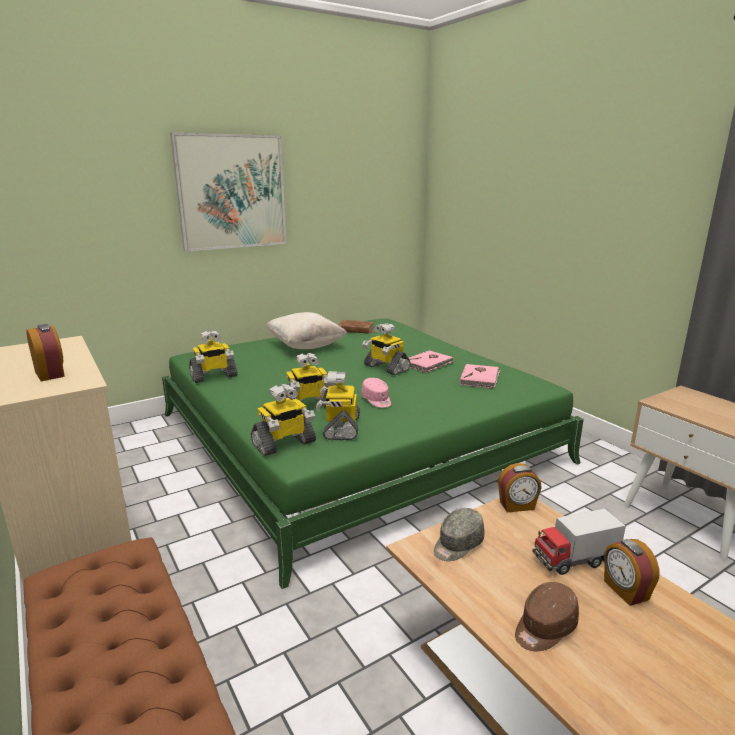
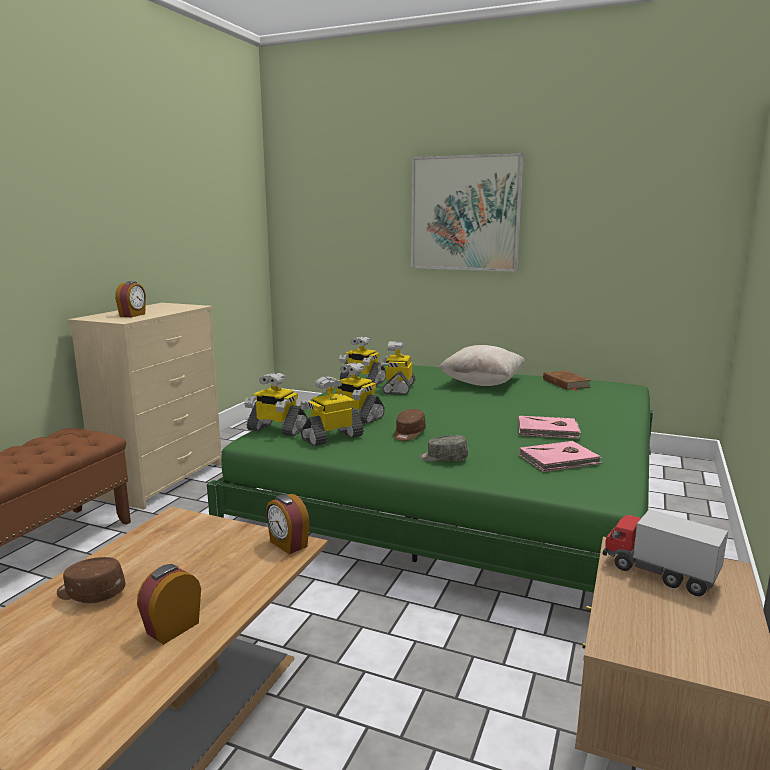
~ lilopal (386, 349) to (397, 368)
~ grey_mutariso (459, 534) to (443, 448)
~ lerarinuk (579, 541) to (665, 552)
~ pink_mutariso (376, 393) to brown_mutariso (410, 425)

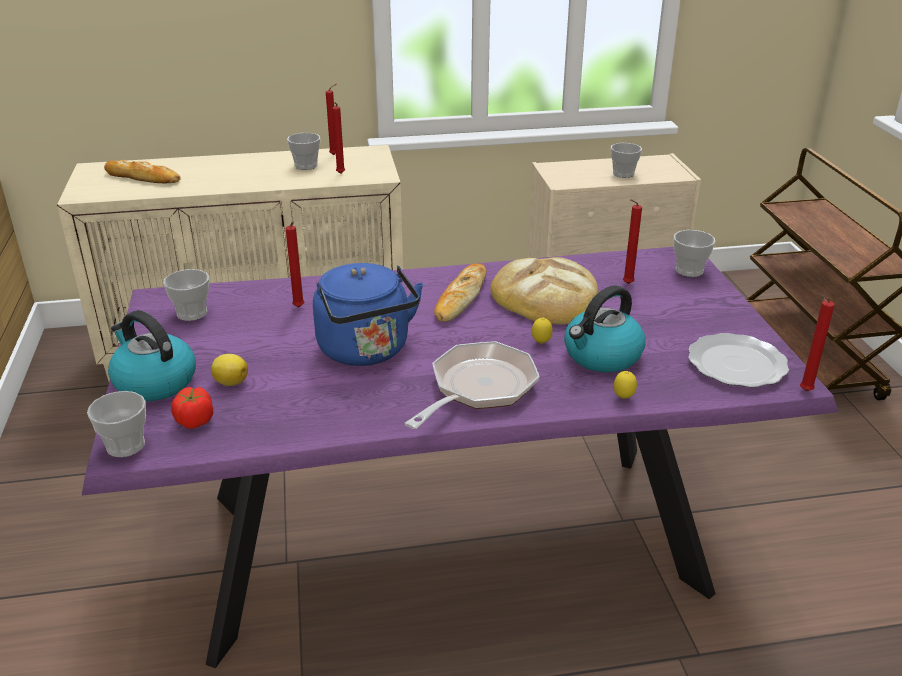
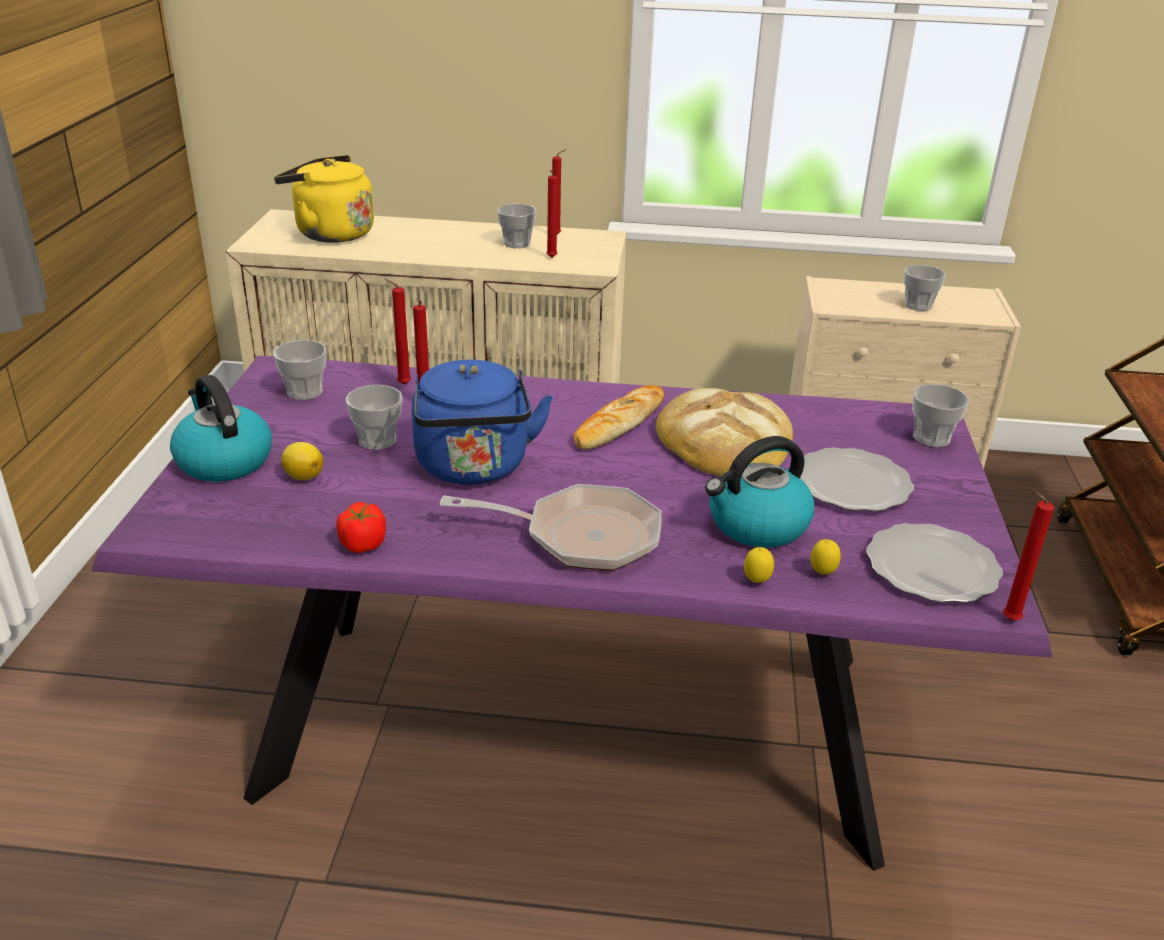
+ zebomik (857, 479)
~ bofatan (116, 424) to (374, 417)
~ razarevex (192, 408) to (361, 527)
~ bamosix (542, 331) to (825, 557)
~ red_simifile (632, 241) to (398, 332)
~ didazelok (142, 171) to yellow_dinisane (324, 199)
~ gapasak (472, 385) = (551, 527) 45 degrees clockwise

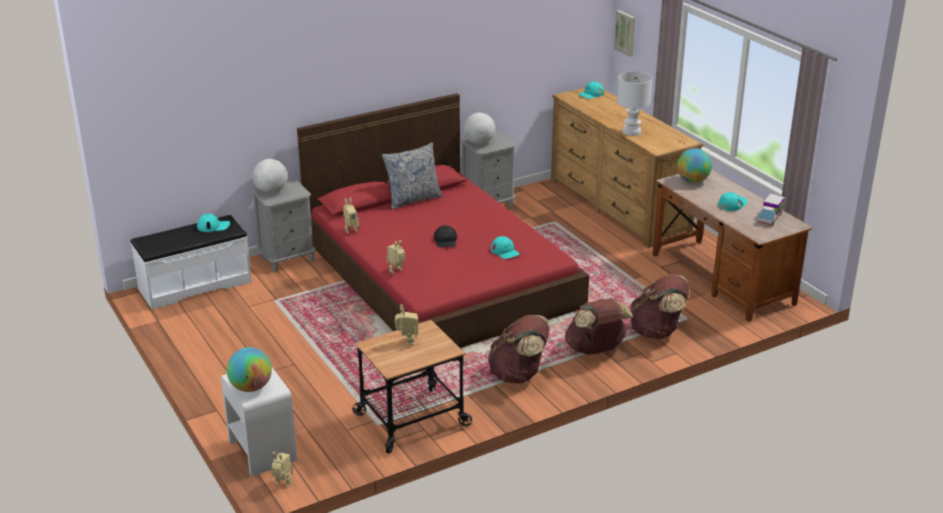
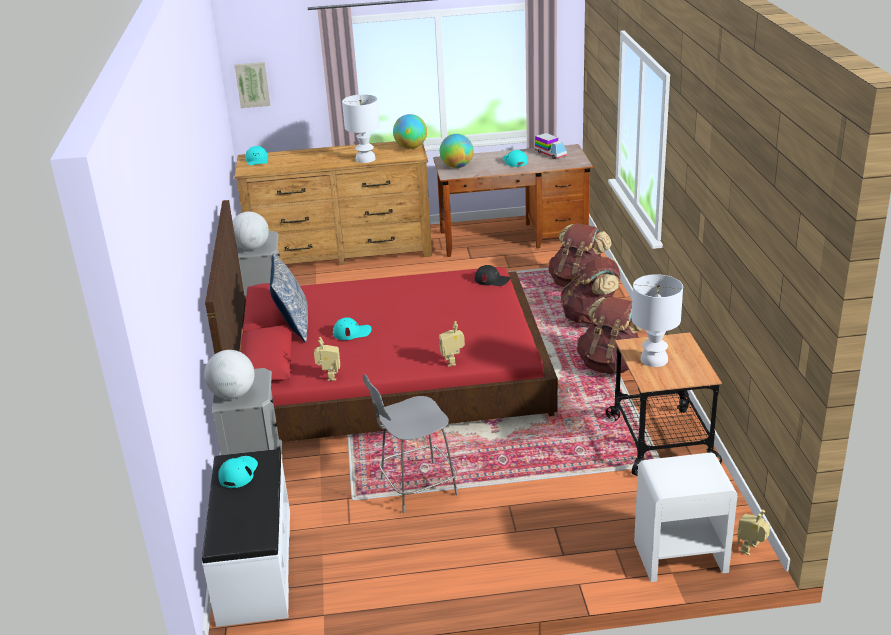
+ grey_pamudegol (410, 443)
~ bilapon (249, 369) to (410, 131)
~ black_mutariso (445, 236) to (492, 275)
~ turquoise_mutariso (505, 247) to (352, 329)
~ lilopal (406, 325) to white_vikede (657, 320)

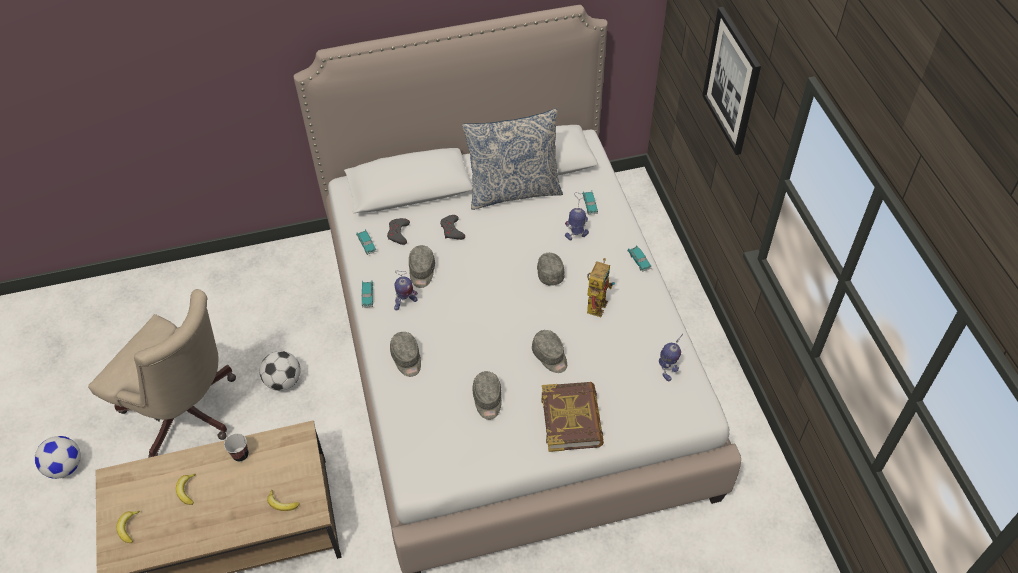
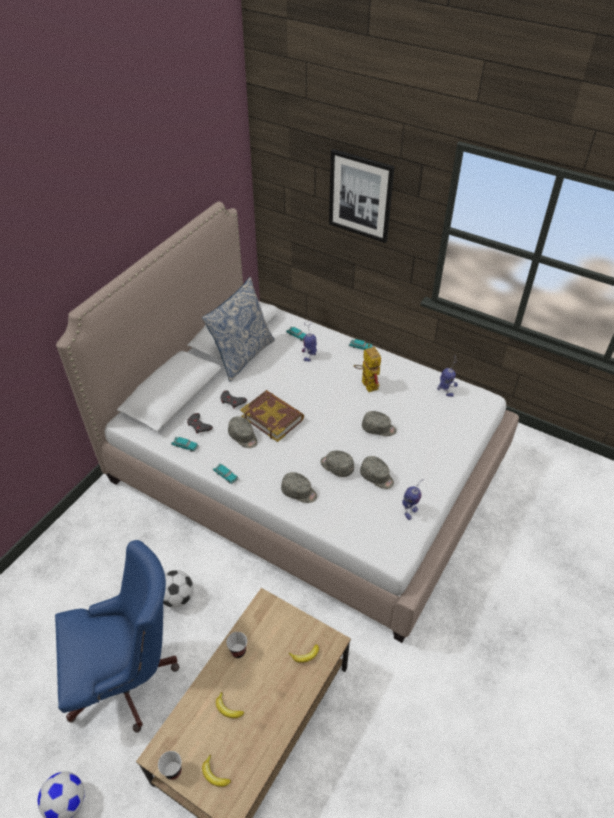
+ bofatan (170, 765)
~ lilopal (406, 290) to (412, 499)
~ grey_mutariso (551, 269) to (337, 464)
~ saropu (572, 417) to (272, 416)
~ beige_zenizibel (162, 373) to blue_zenizibel (117, 636)

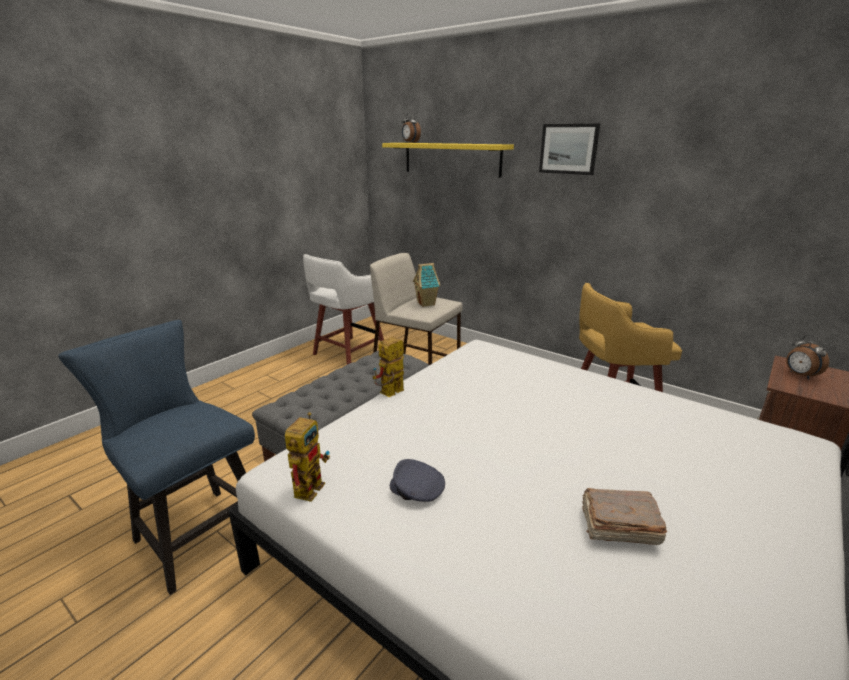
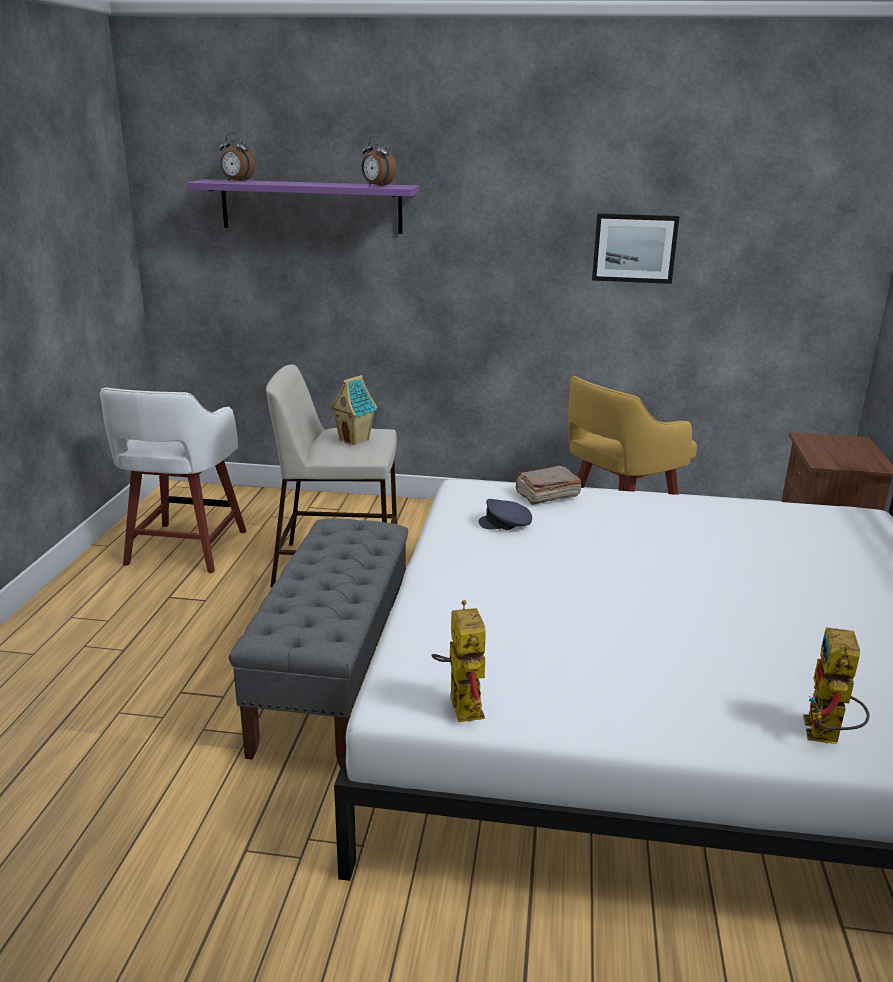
- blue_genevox (156, 457)
~ lilopal (388, 367) to (836, 685)
~ grey_mutariso (417, 480) to (505, 514)
~ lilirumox (569, 149) to (635, 248)
~ brown_saropu (624, 516) to (548, 485)
~ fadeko (807, 356) to (378, 161)
~ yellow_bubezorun (448, 160) to purple_bubezorun (303, 206)

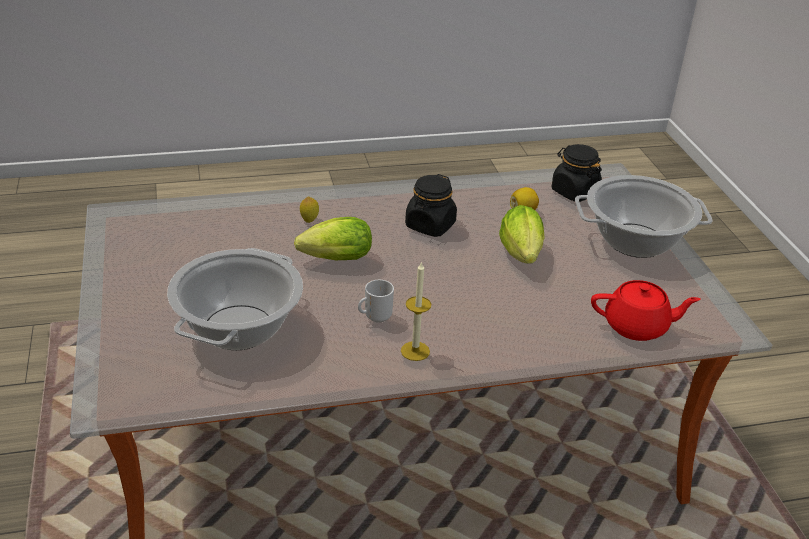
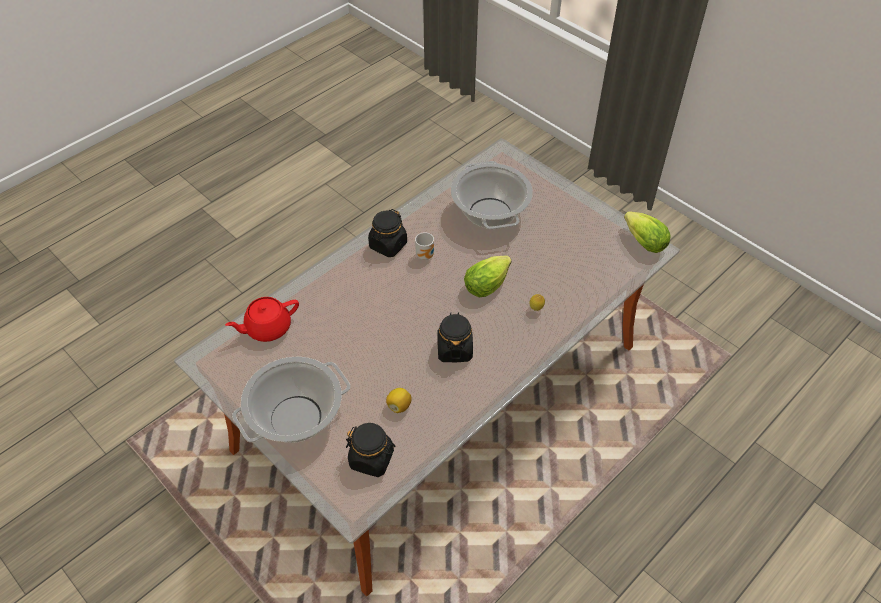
~ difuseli (521, 234) to (647, 232)
~ simifile (416, 311) to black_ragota (387, 233)

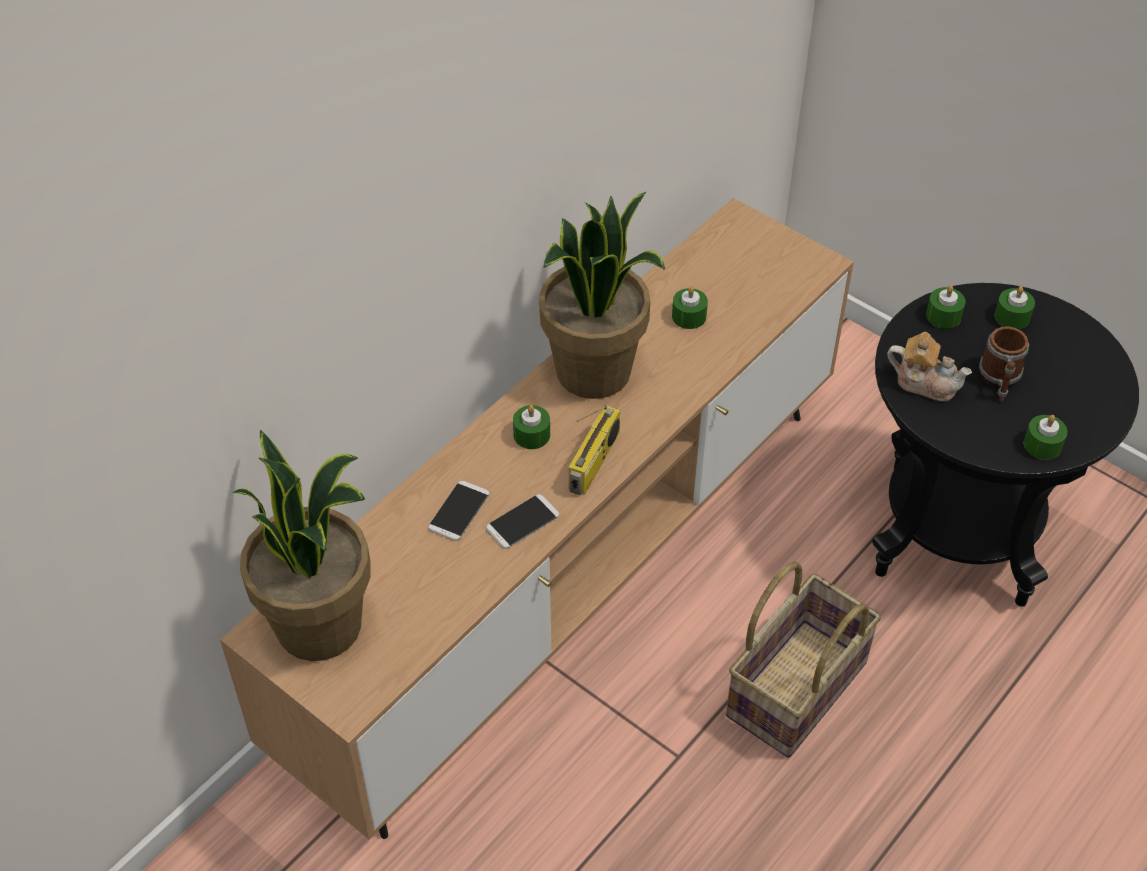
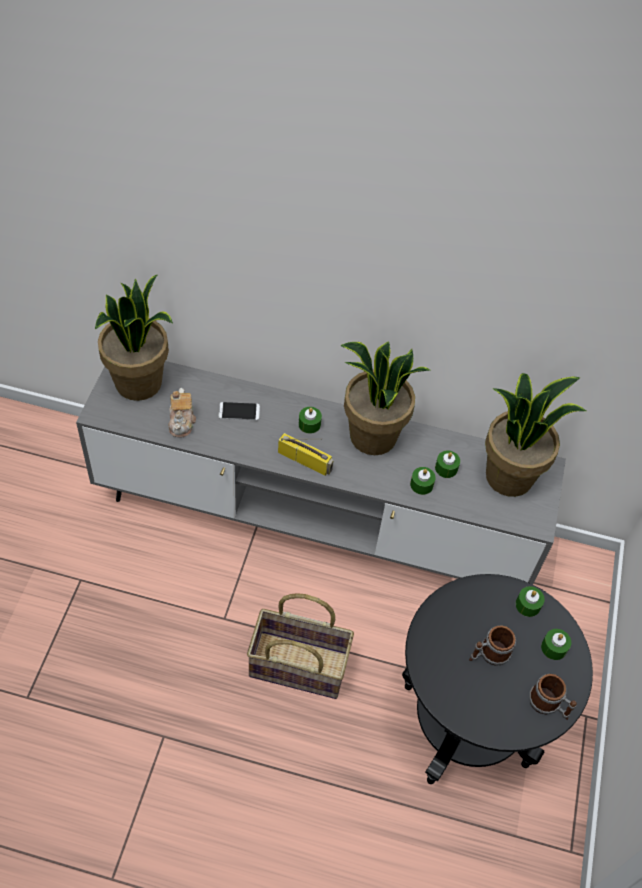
- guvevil (522, 521)
+ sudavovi (535, 435)
+ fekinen (553, 697)
~ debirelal (929, 366) to (182, 413)
~ green_simifile (1045, 437) to (423, 481)
~ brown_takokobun (537, 519) to grey_takokobun (321, 472)
~ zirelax (594, 450) = (305, 454) 150 degrees counterclockwise

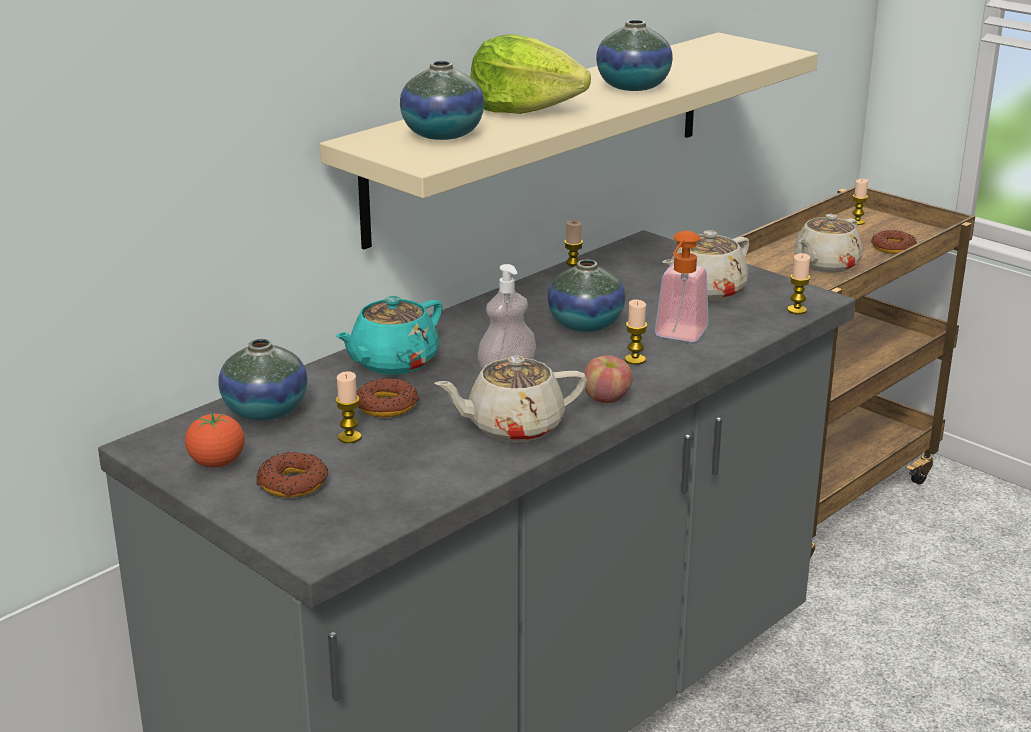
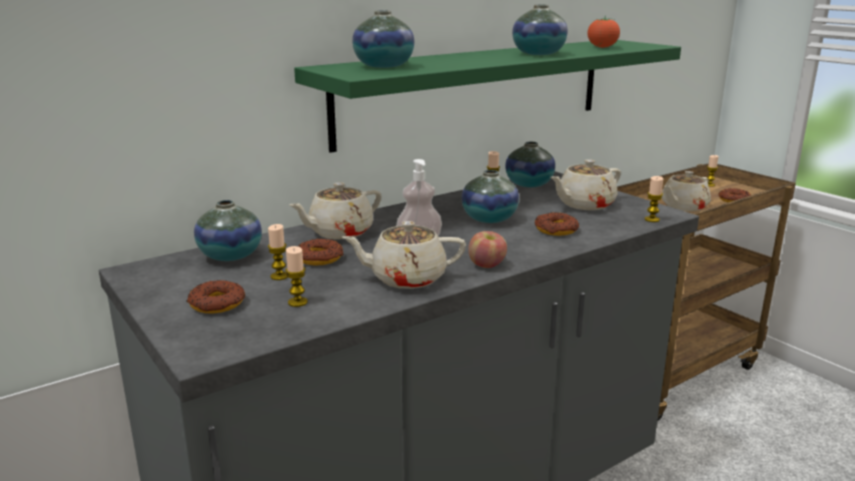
- difuseli (531, 74)
+ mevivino (530, 164)
~ razarevex (215, 440) to (603, 32)
~ simifile (636, 332) to (296, 276)
~ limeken (682, 286) to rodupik (557, 224)
~ beige_bubezorun (569, 140) to green_bubezorun (487, 96)
~ turquoise_debirelal (389, 335) to beige_debirelal (335, 210)

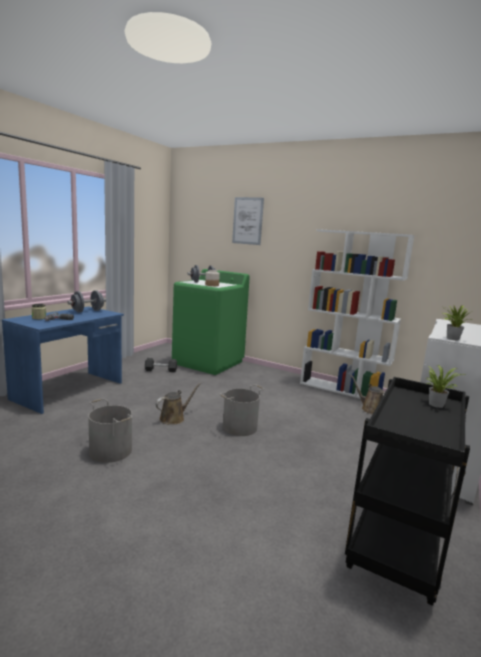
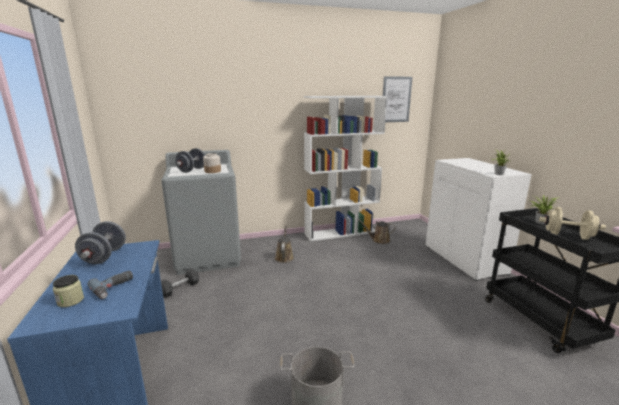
- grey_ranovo (241, 410)
+ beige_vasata (572, 223)
~ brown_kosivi (178, 403) to (284, 244)
~ lilirumox (248, 221) to (397, 99)
~ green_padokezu (211, 322) to grey_padokezu (201, 212)

